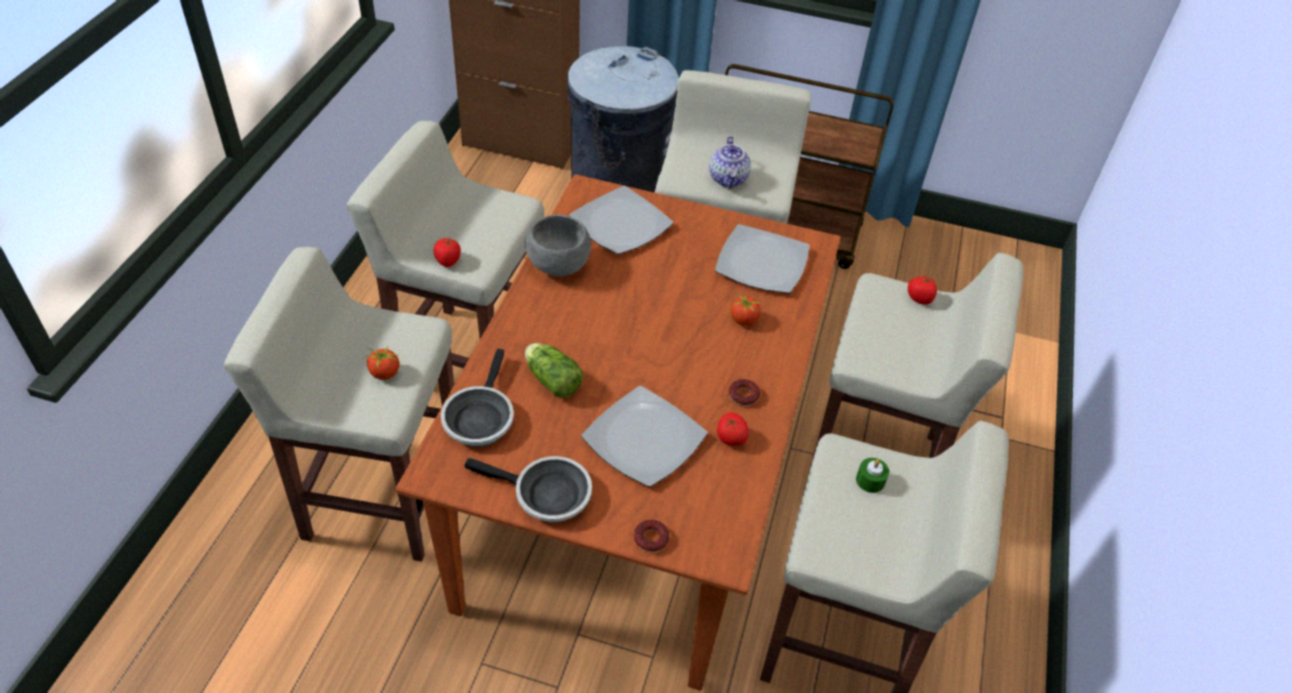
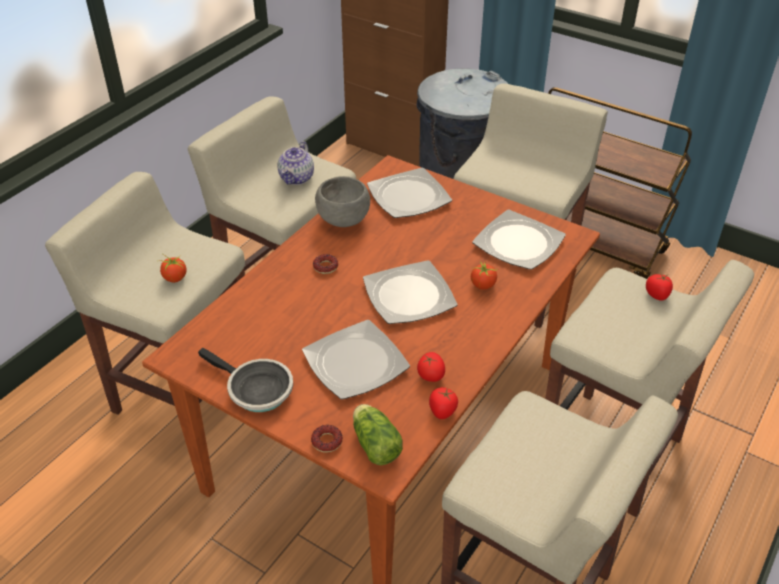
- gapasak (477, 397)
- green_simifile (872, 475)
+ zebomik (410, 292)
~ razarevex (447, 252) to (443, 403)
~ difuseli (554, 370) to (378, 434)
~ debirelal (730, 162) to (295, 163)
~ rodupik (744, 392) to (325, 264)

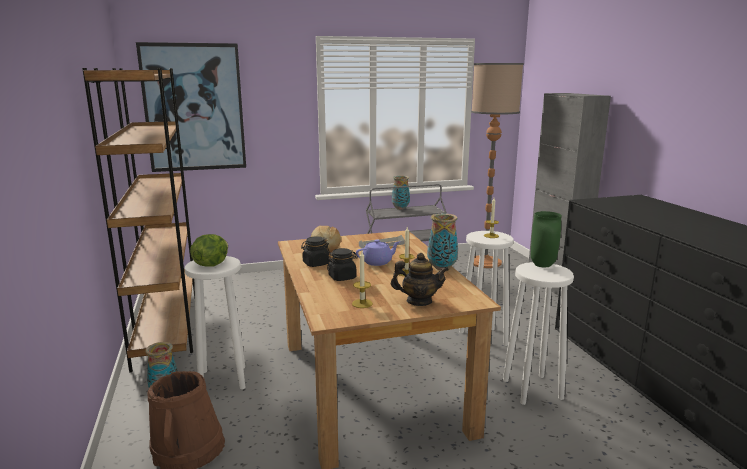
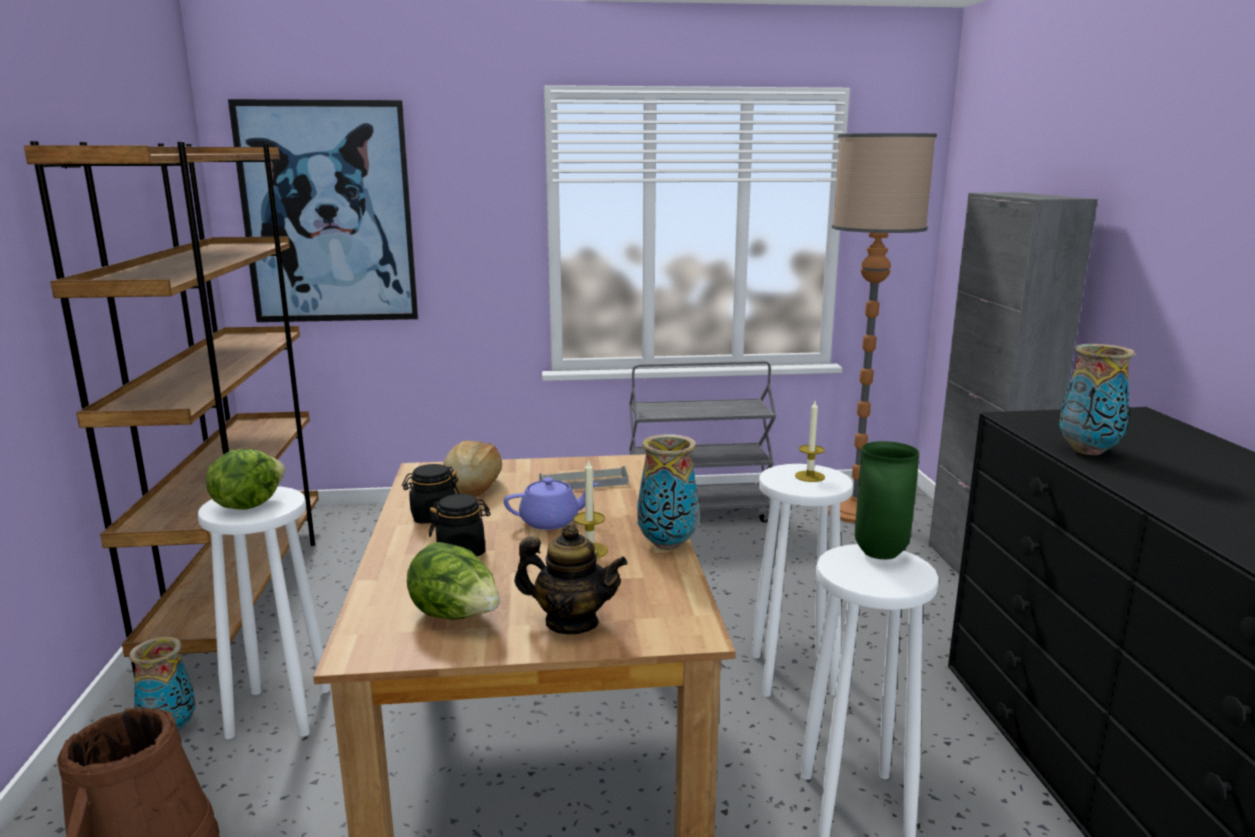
~ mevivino (401, 193) to (1097, 399)
~ simifile (362, 280) to difuseli (453, 581)

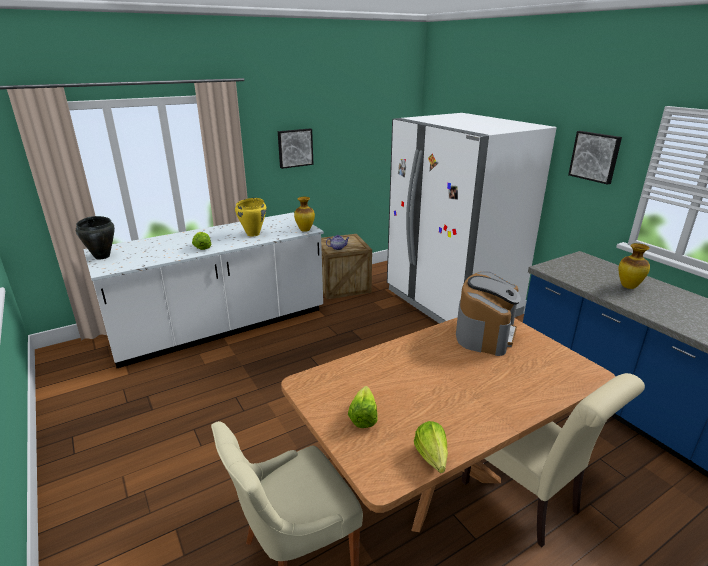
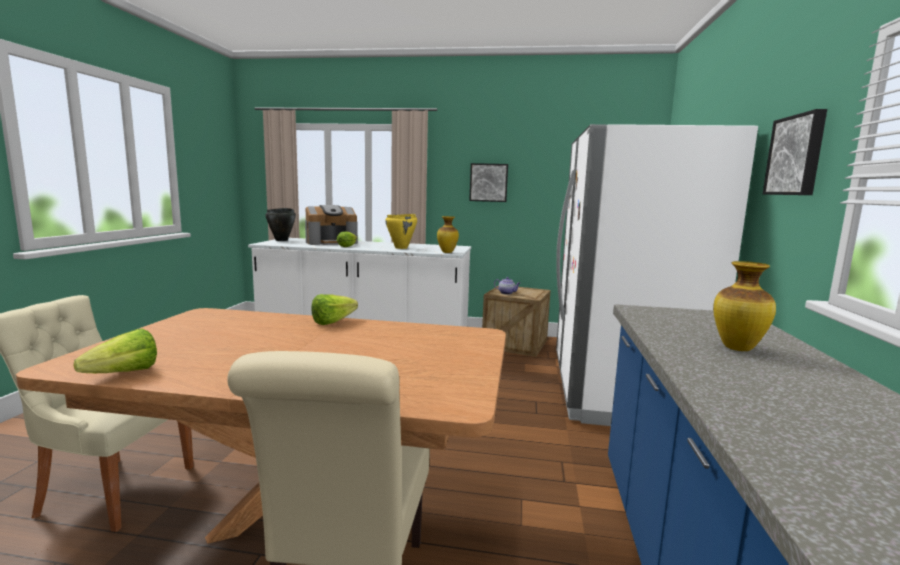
~ difuseli (363, 407) to (334, 309)
~ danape (488, 313) to (331, 225)

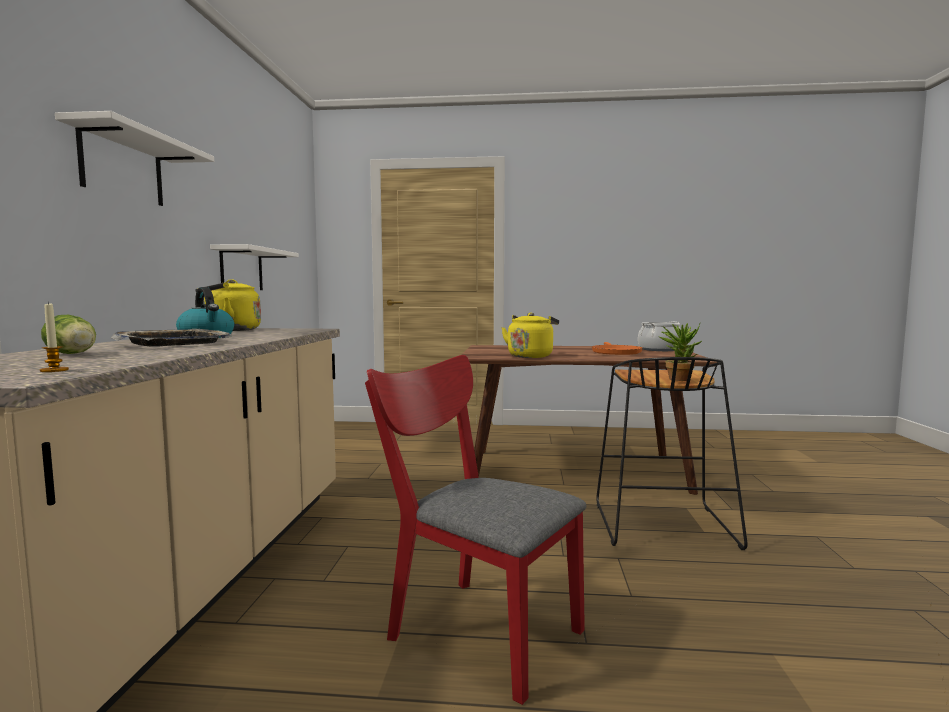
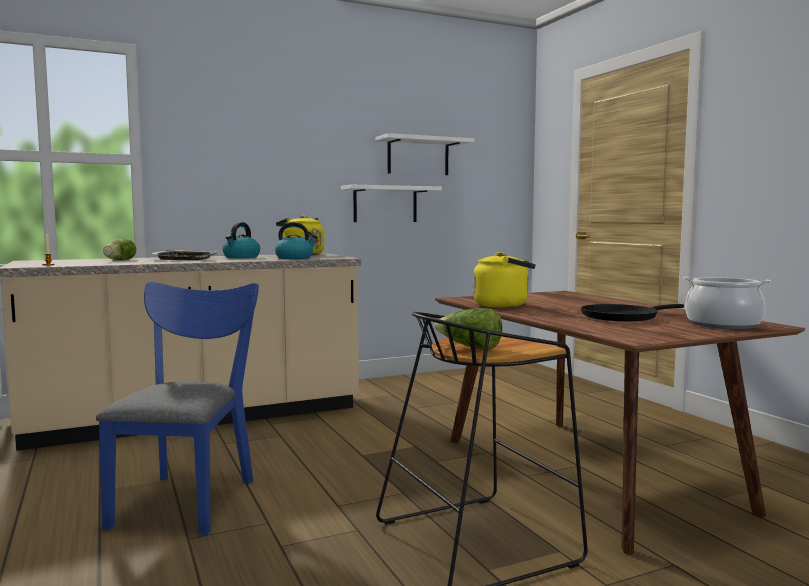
+ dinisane (296, 240)
~ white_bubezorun (134, 158) to (424, 154)
~ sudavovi (681, 352) to difuseli (468, 329)
~ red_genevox (475, 530) to blue_genevox (177, 408)
~ orange_gapasak (617, 348) to black_gapasak (632, 312)

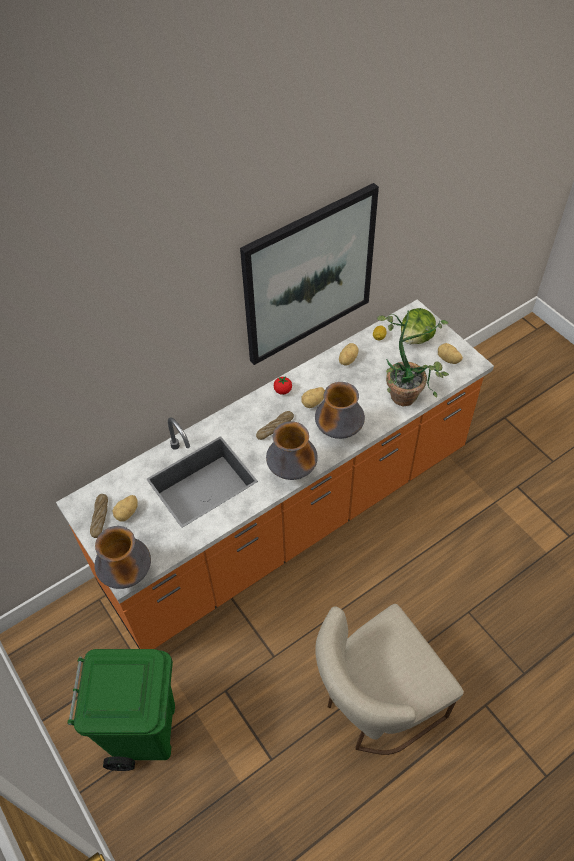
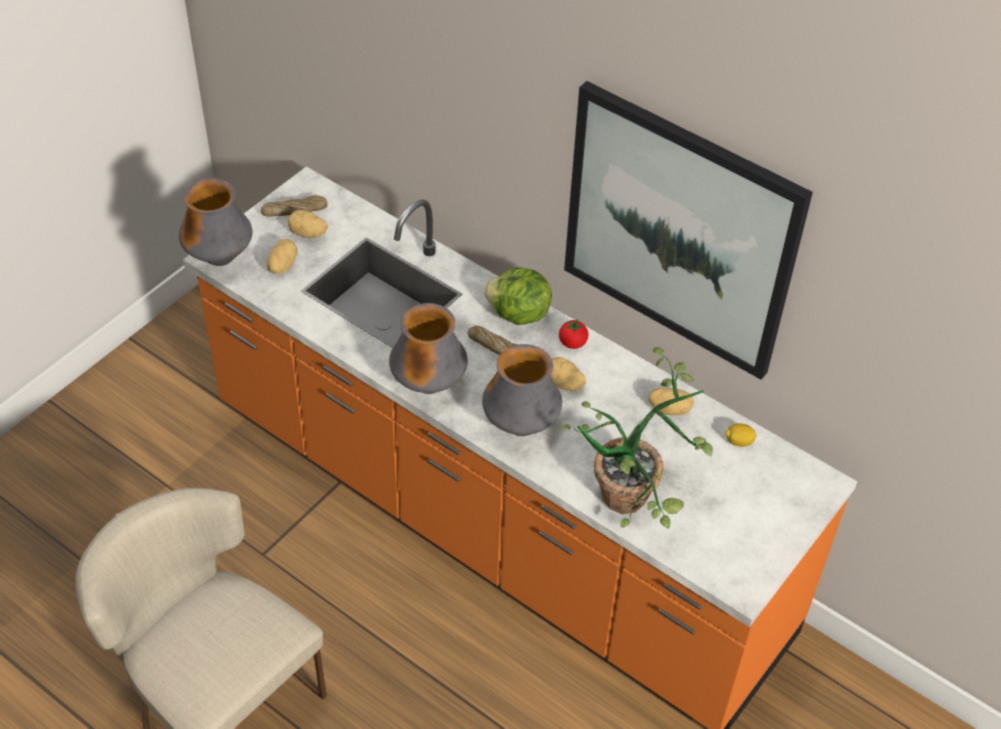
- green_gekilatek (121, 710)
~ difuseli (418, 326) to (518, 296)
~ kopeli (450, 353) to (282, 256)

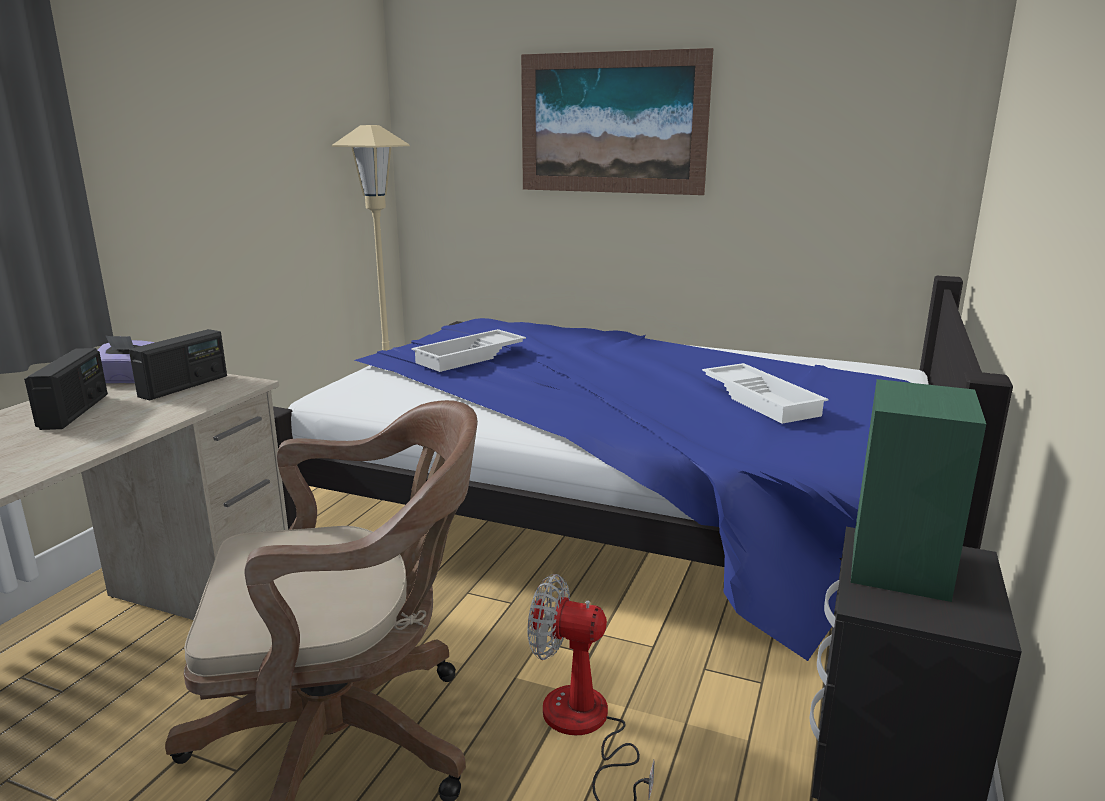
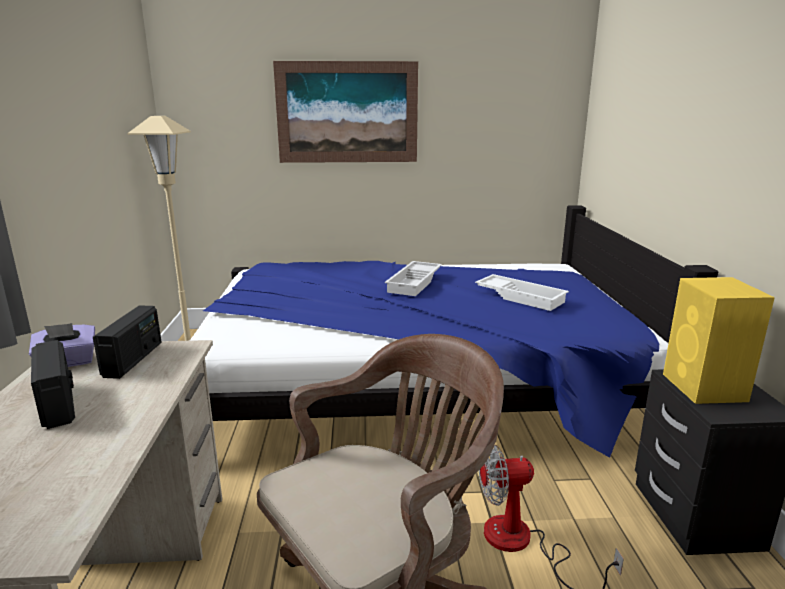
~ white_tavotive (468, 350) to (413, 278)
~ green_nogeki (918, 490) to yellow_nogeki (719, 340)

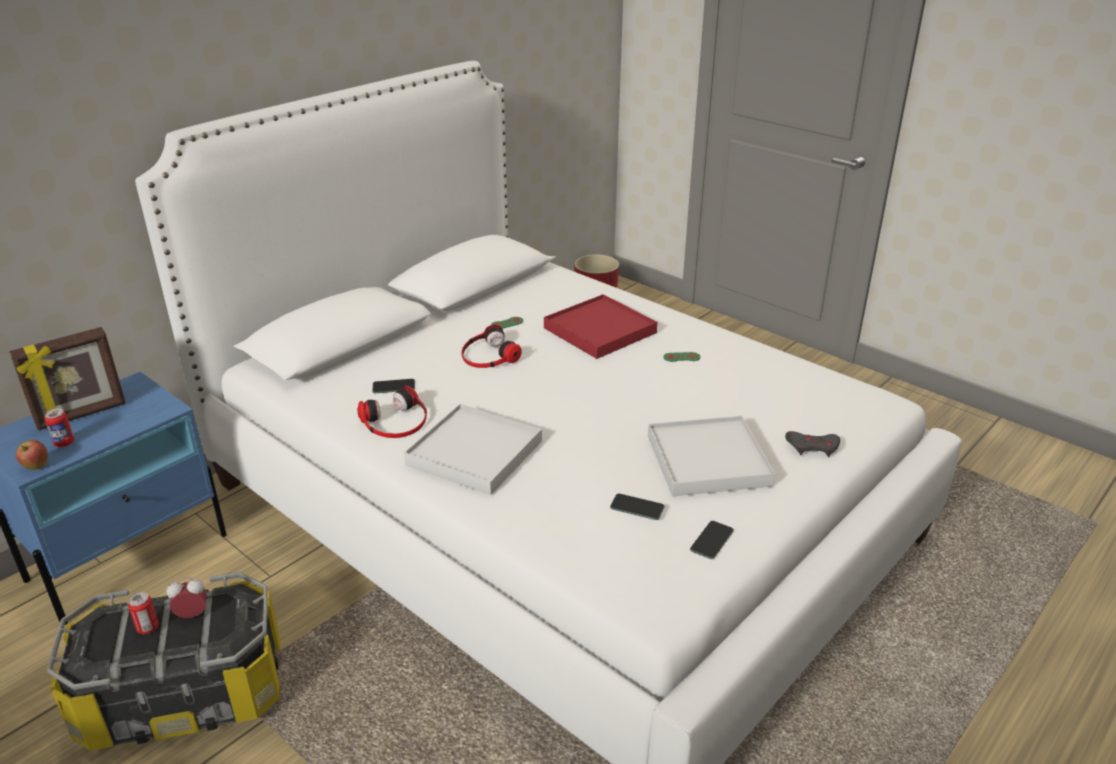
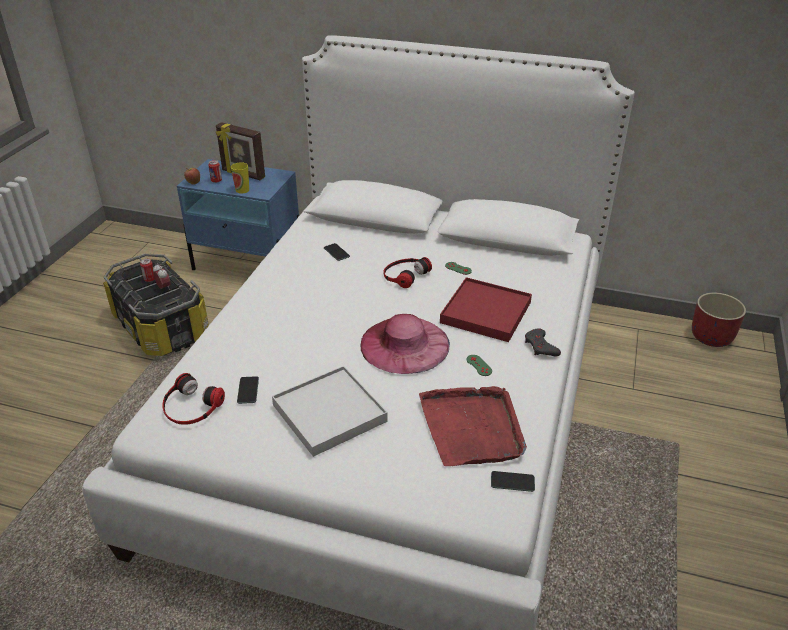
- white_tavotive (473, 449)
+ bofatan (240, 178)
+ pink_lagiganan (405, 344)
+ red_tavotive (473, 426)
~ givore (392, 412) to (194, 399)
~ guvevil (712, 540) to (513, 481)
~ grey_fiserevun (812, 444) to (543, 342)

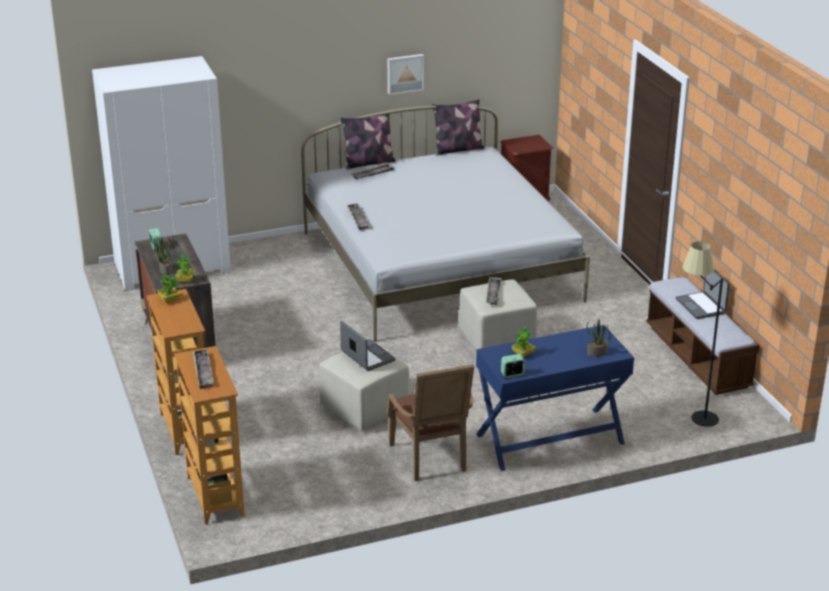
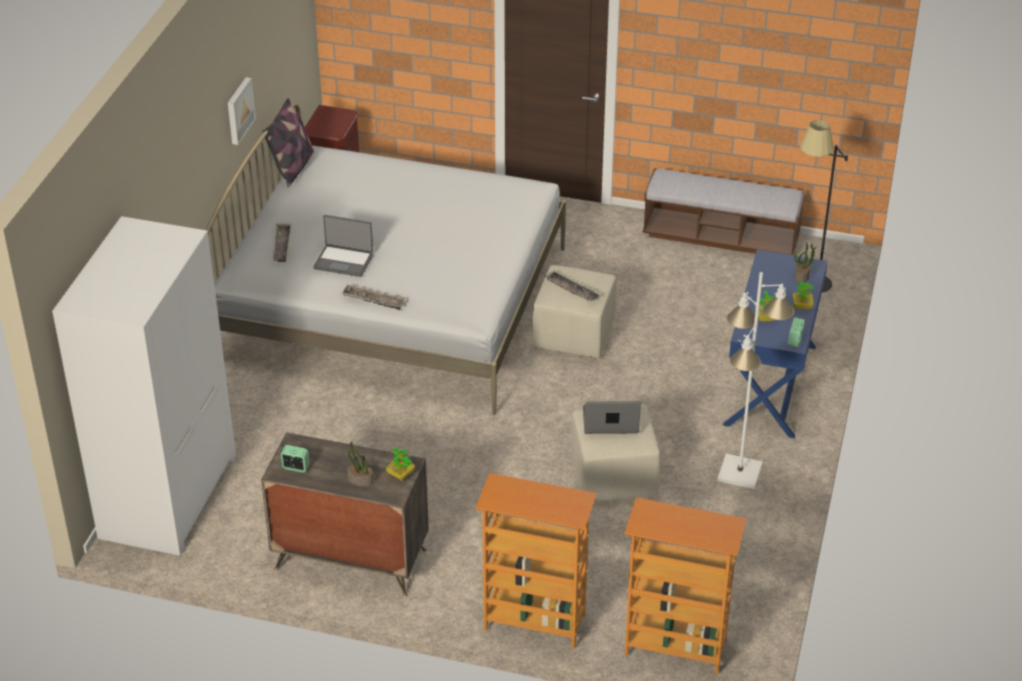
- tavotive (203, 368)
- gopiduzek (368, 142)
~ sudavovi (168, 288) to (803, 295)
~ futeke (702, 294) to (343, 246)
~ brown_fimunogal (430, 422) to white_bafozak (755, 380)

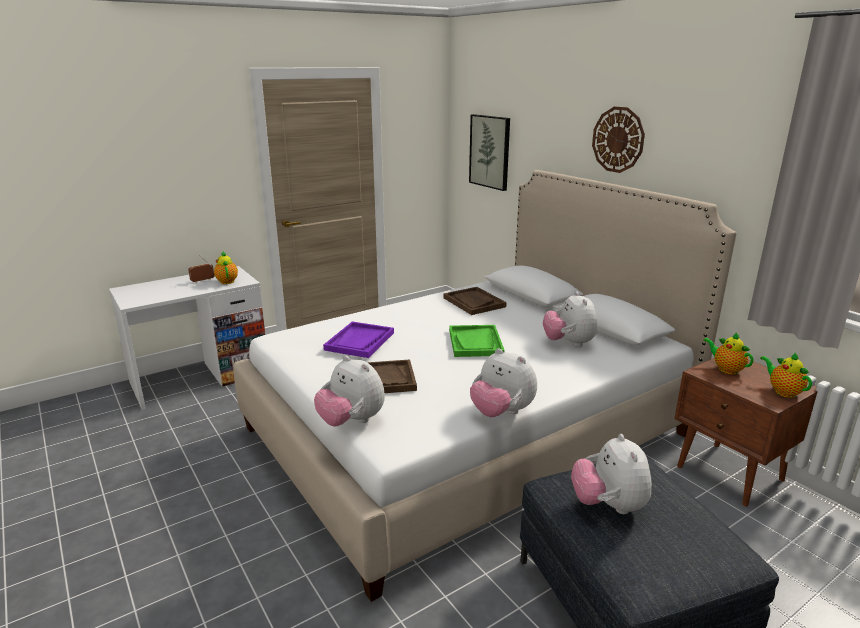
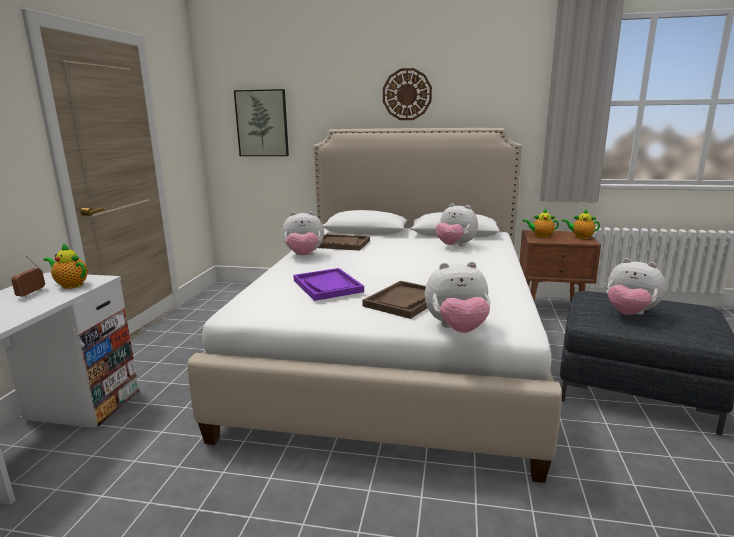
- green_tavotive (477, 341)
~ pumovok (503, 382) to (303, 233)

